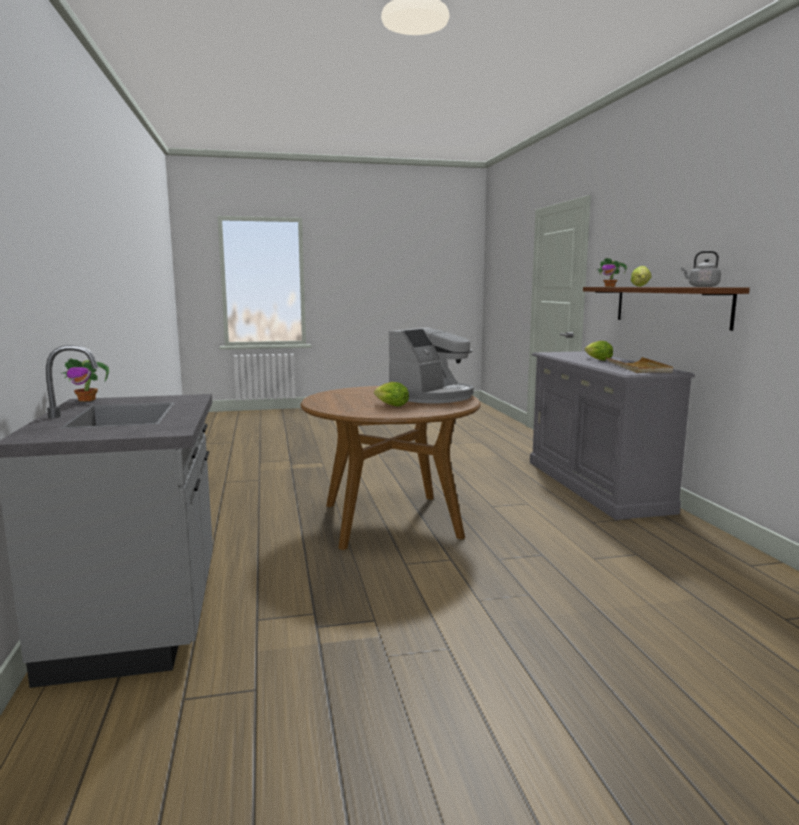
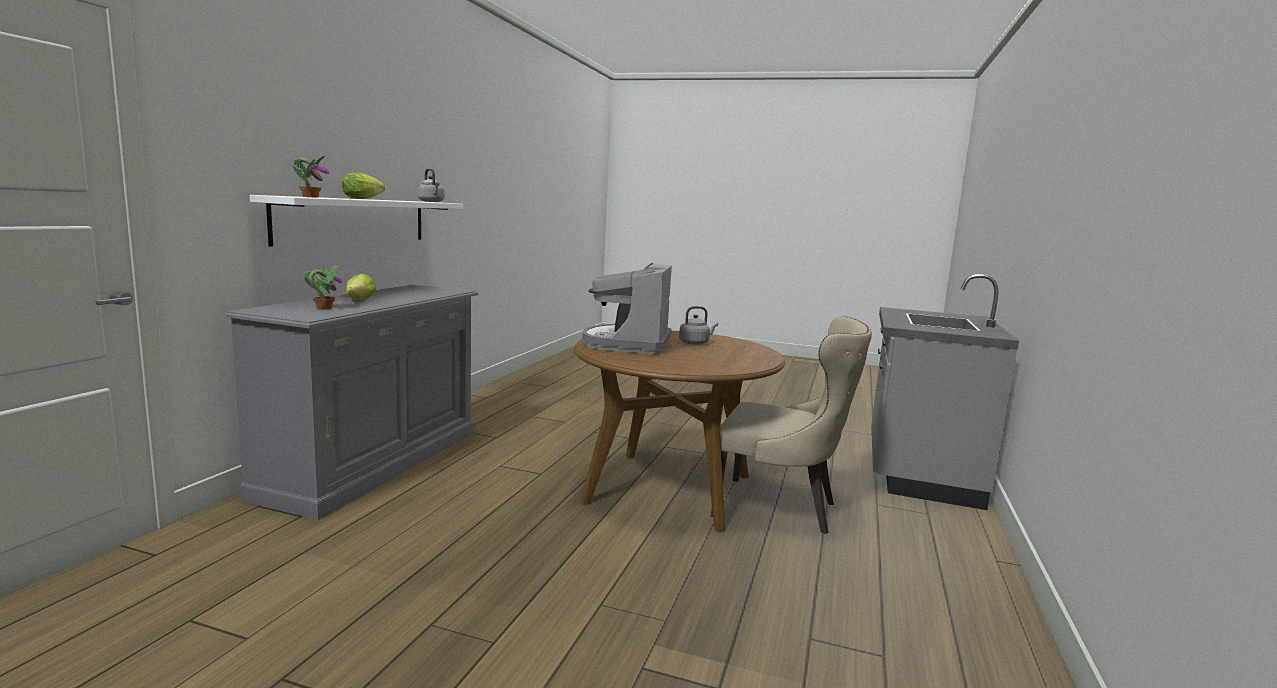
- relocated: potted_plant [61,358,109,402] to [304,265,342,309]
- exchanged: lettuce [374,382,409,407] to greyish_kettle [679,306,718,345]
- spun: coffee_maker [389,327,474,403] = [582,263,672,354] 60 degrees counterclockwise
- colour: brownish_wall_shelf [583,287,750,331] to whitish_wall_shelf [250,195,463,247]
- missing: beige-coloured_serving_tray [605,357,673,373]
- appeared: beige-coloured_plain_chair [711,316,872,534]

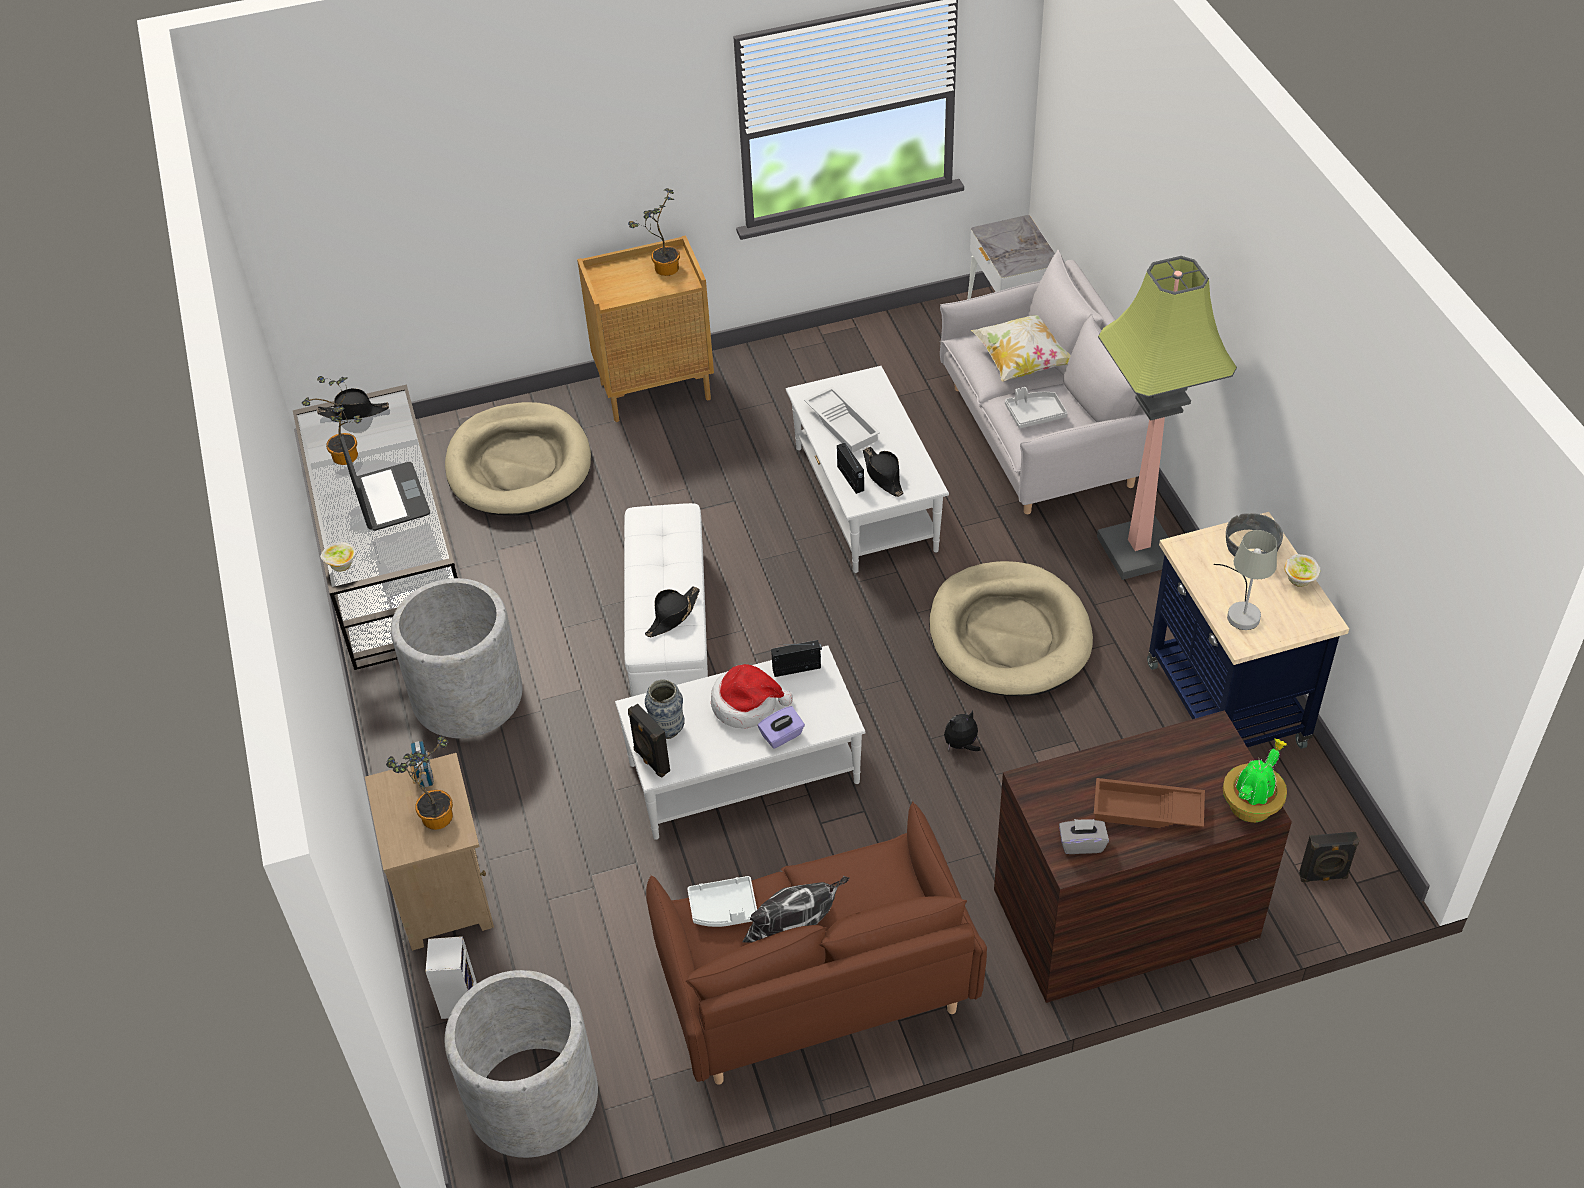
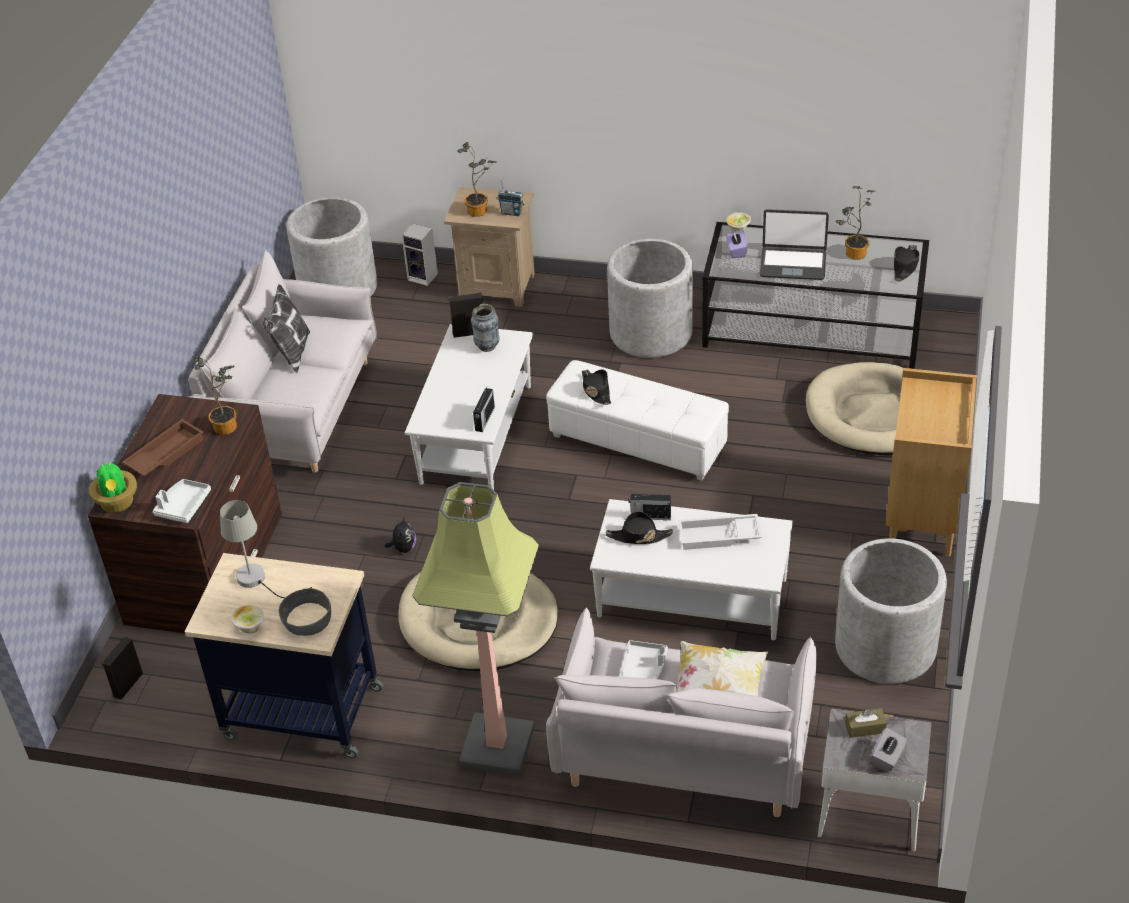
- relocated: potted_plant [628,188,680,276] to [193,355,237,435]
- colour: brownish_settee [646,801,987,1085] to greyish_settee [188,250,377,473]
- relocated: whitish_serving_tray [687,876,757,927] to [153,479,211,523]
- missing: hat [711,664,793,729]
- relocated: purplish_box_of_tissues [758,706,805,749] to [726,230,748,258]
- relocated: greyish_box_of_tissues [1059,819,1109,854] to [871,728,907,771]
- appeared: greyish_planter [835,538,947,684]
- appeared: brownish_box_of_tissues [845,708,887,738]

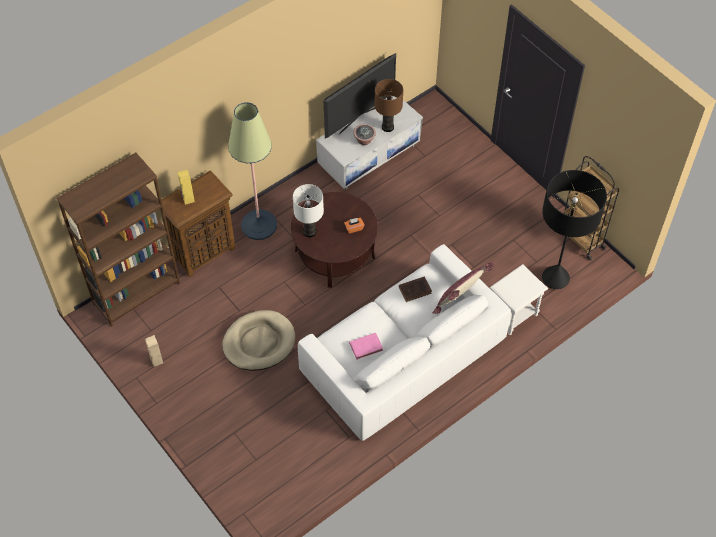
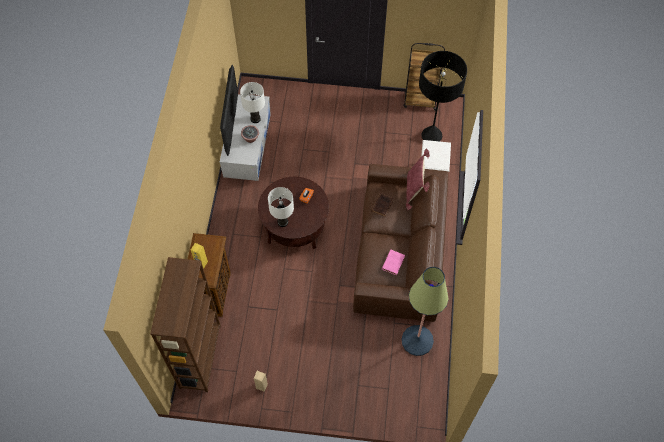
- missing: beige-coloured_pet_bed [222,310,295,371]
- relocated: standing_lamp [228,102,277,240] to [402,267,449,356]
- colour: whitish_settee [298,244,511,441] to brownish_settee [353,164,448,322]
- colour: brownish_table_lamp [375,79,403,132] to whitish_table_lamp [240,82,265,123]

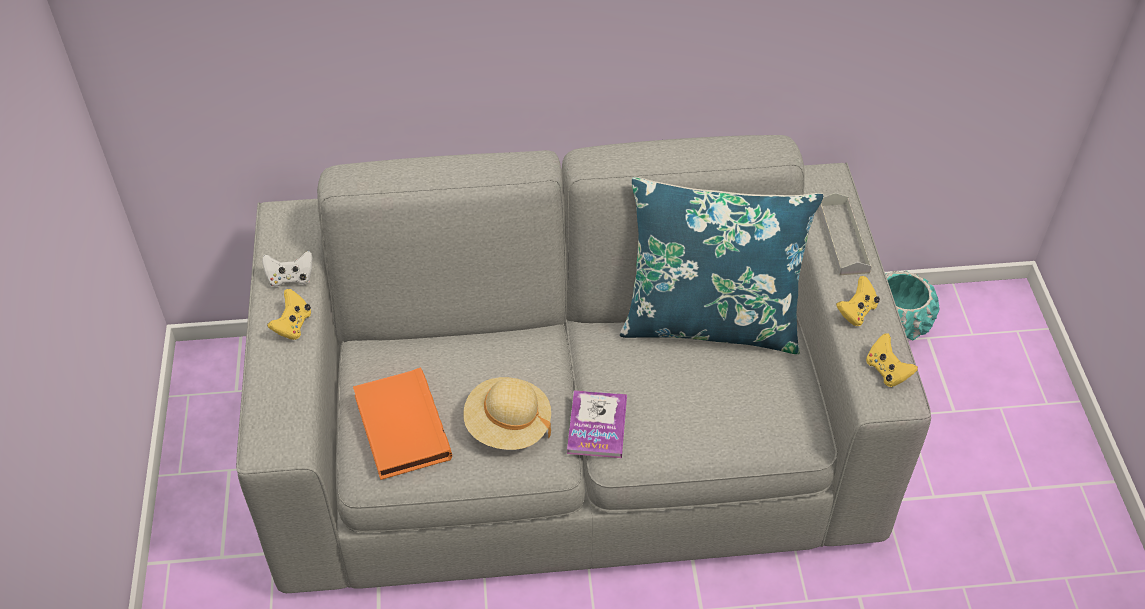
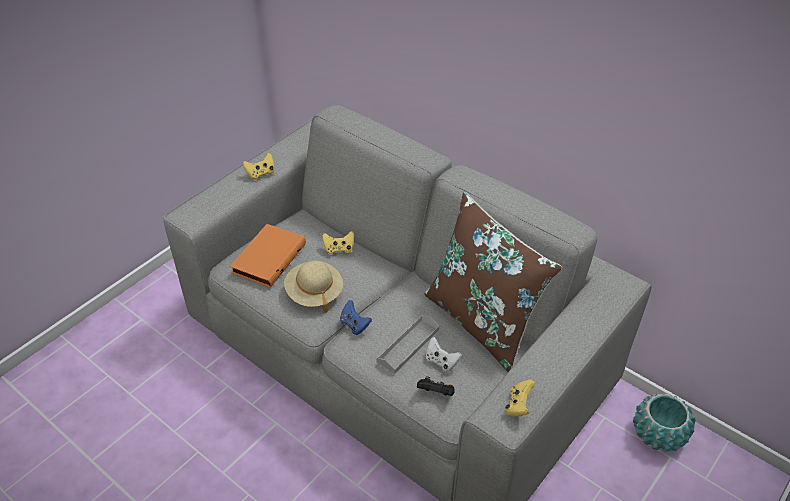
- relocated: whitish_game_controller [262,251,313,287] to [425,337,462,372]
- exchanged: bound_book [567,390,627,458] to blue-coloured_game_controller [340,300,372,335]
- colour: blue-coloured_pillow [620,177,824,354] to brownish_pillow [424,192,562,372]
- relocated: greyish_serving_tray [819,193,872,275] to [377,315,439,374]
- relocated: yellowish_game_controller [836,276,880,326] to [322,231,354,254]
- appeared: black_game_controller [417,376,454,396]

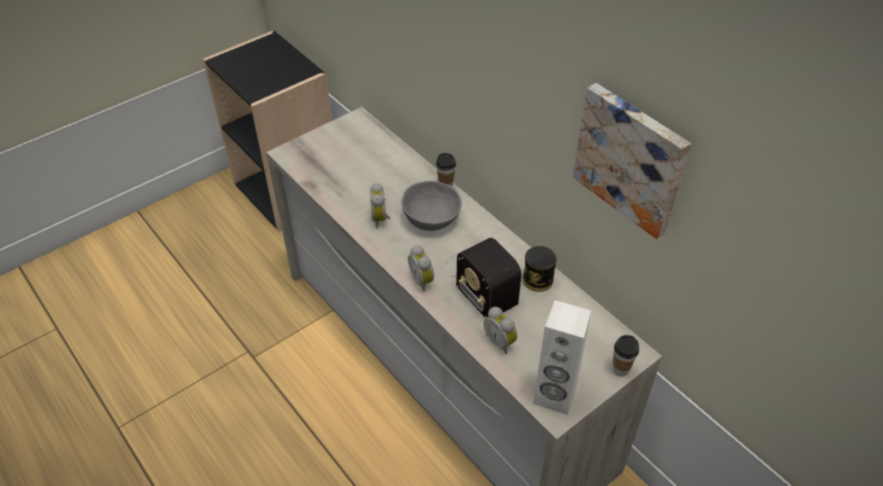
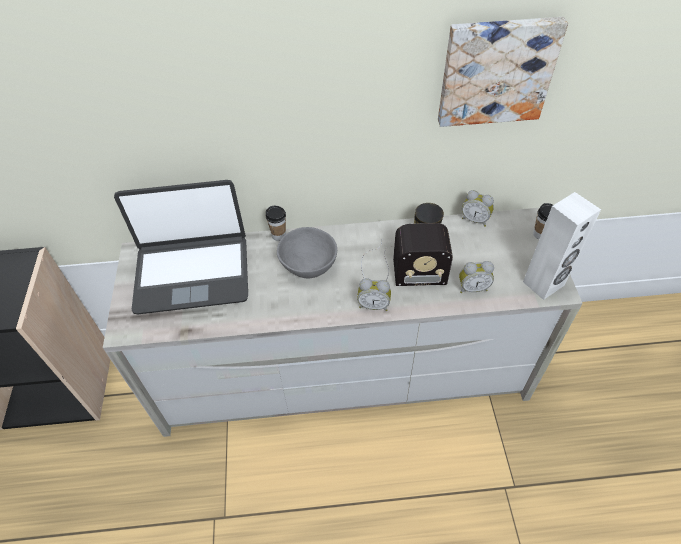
- relocated: table_clock [370,183,390,228] to [462,190,494,227]
- appeared: portable_computer [114,180,248,314]

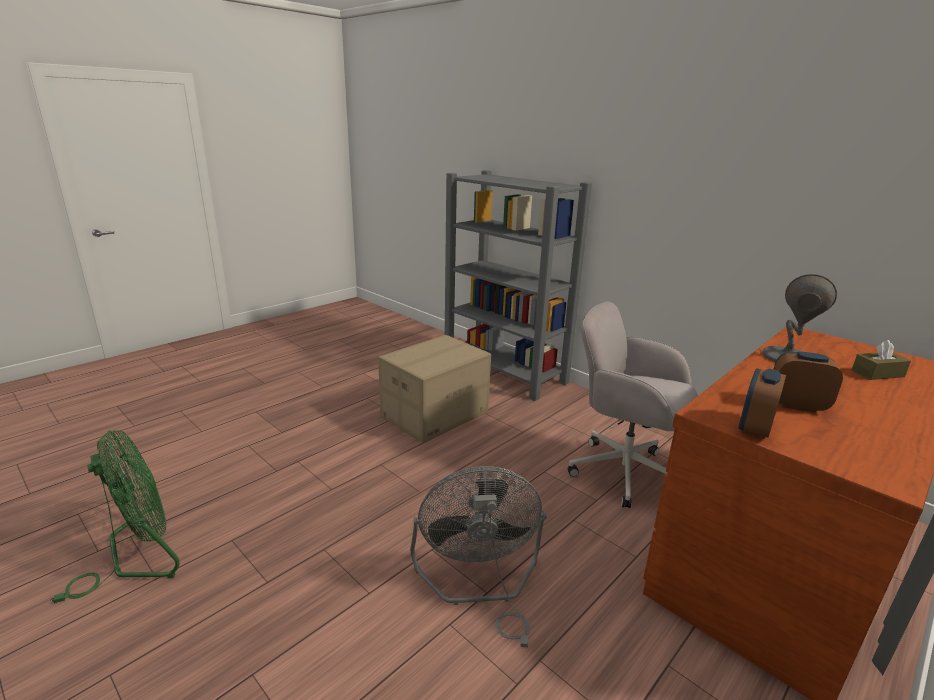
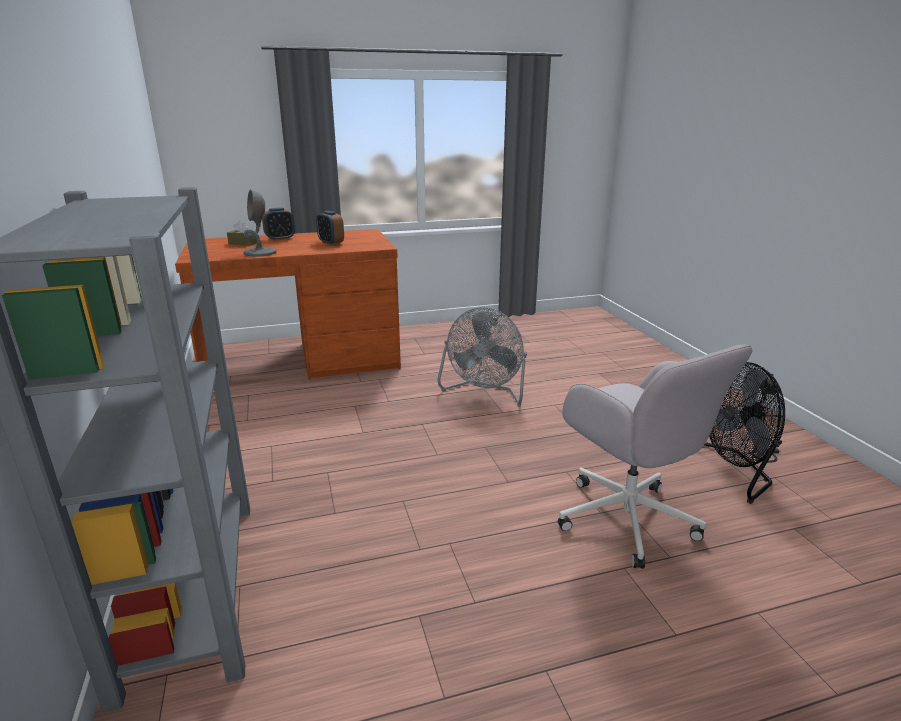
- colour: greenish_cooling_fan [50,430,180,603] to black_cooling_fan [705,362,785,504]
- missing: carton [378,335,491,443]
- relocated: greyish_desk_chair [568,301,698,508] to [558,345,752,569]
- relocated: table_clock [739,369,786,439] to [262,208,295,241]

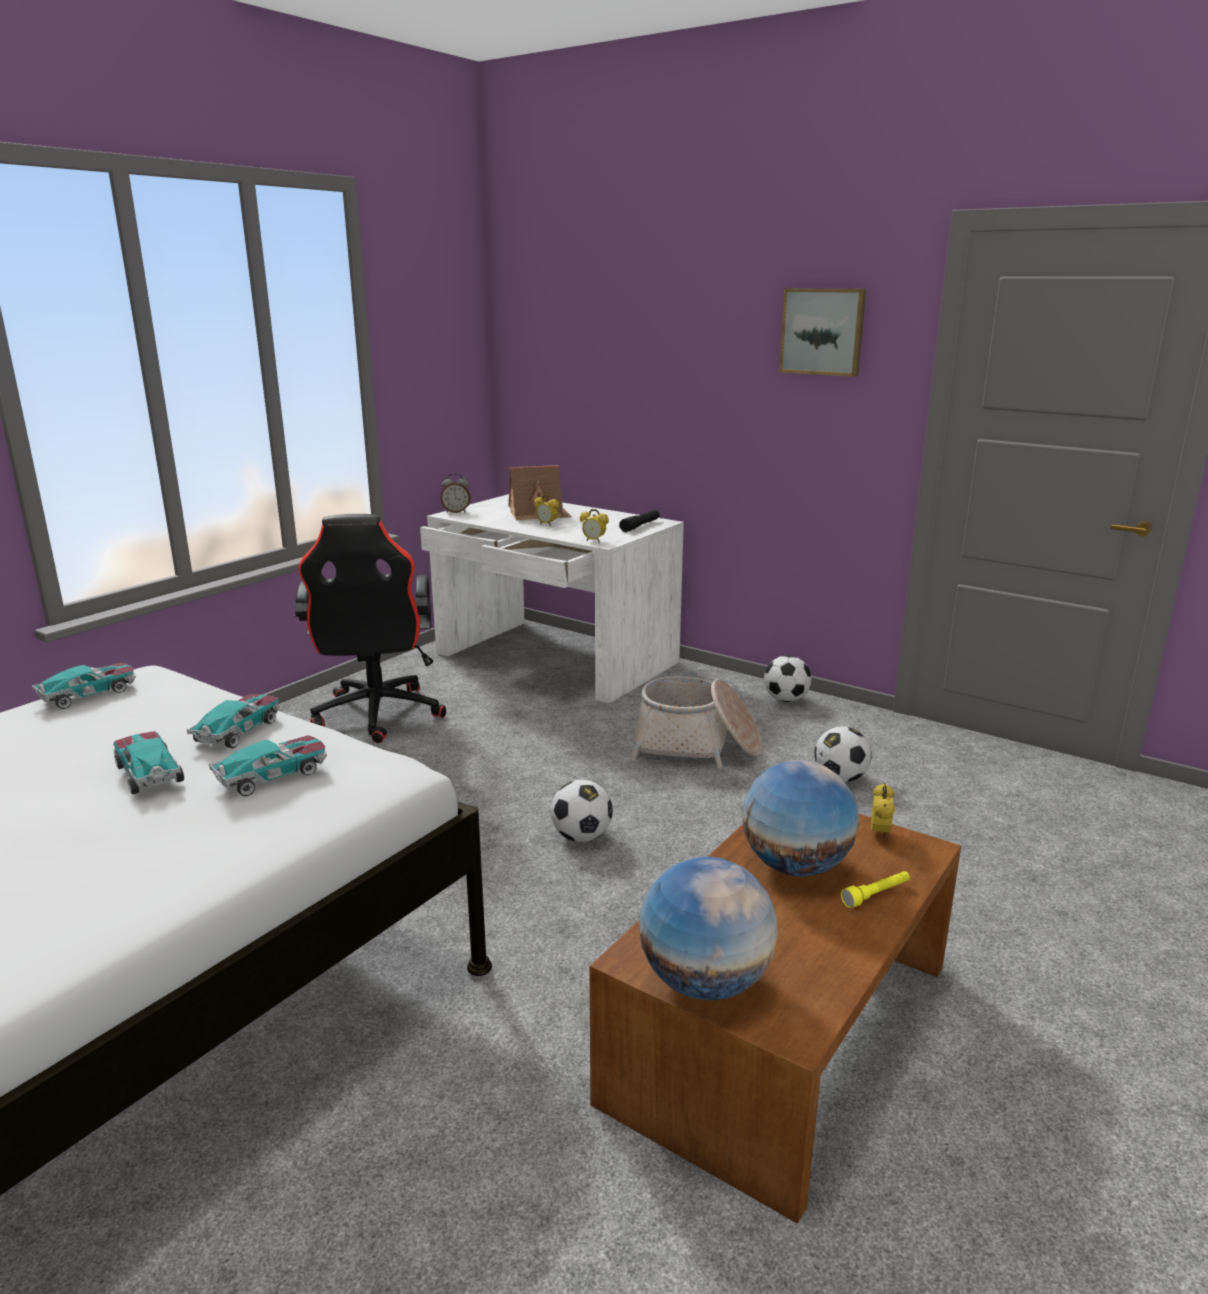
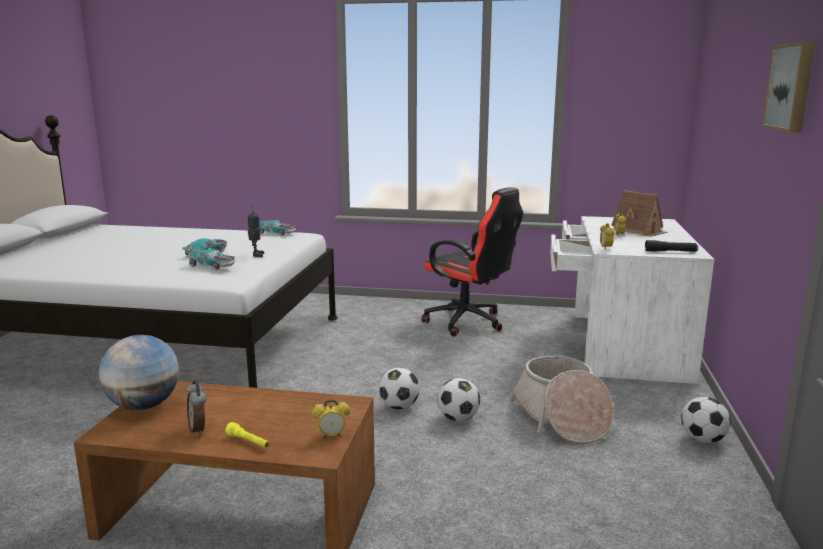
- exchanged: toy_car [187,694,280,748] to robot_figure [248,212,264,257]
- spun: black_desk_chair [295,514,446,743] = [421,187,523,337] 105 degrees counterclockwise
- relocated: table_clock [441,473,471,513] to [186,380,207,436]
- missing: world_globe [742,760,859,877]
- relocated: football_ball [814,727,872,782] to [437,378,480,421]

